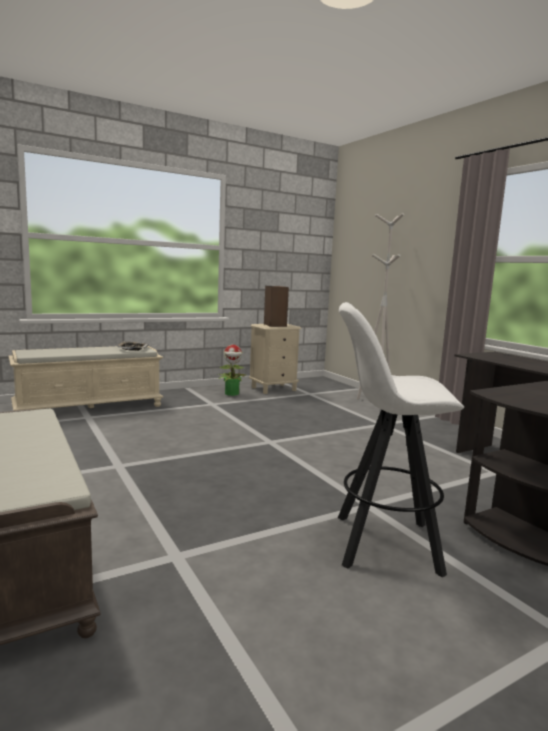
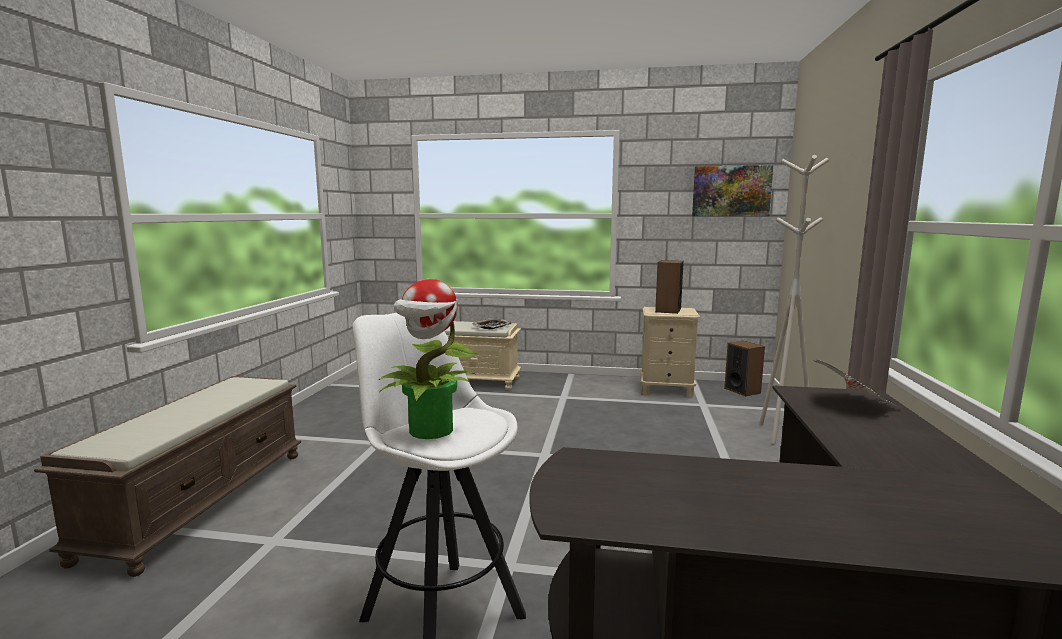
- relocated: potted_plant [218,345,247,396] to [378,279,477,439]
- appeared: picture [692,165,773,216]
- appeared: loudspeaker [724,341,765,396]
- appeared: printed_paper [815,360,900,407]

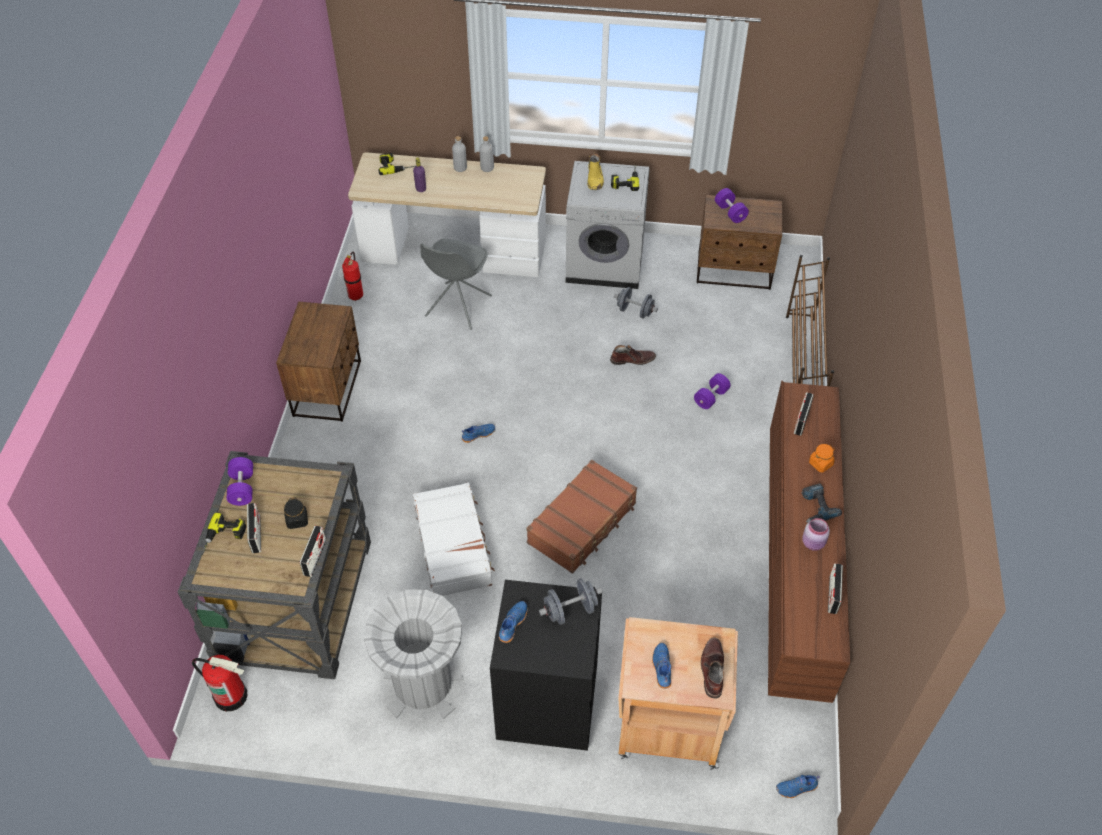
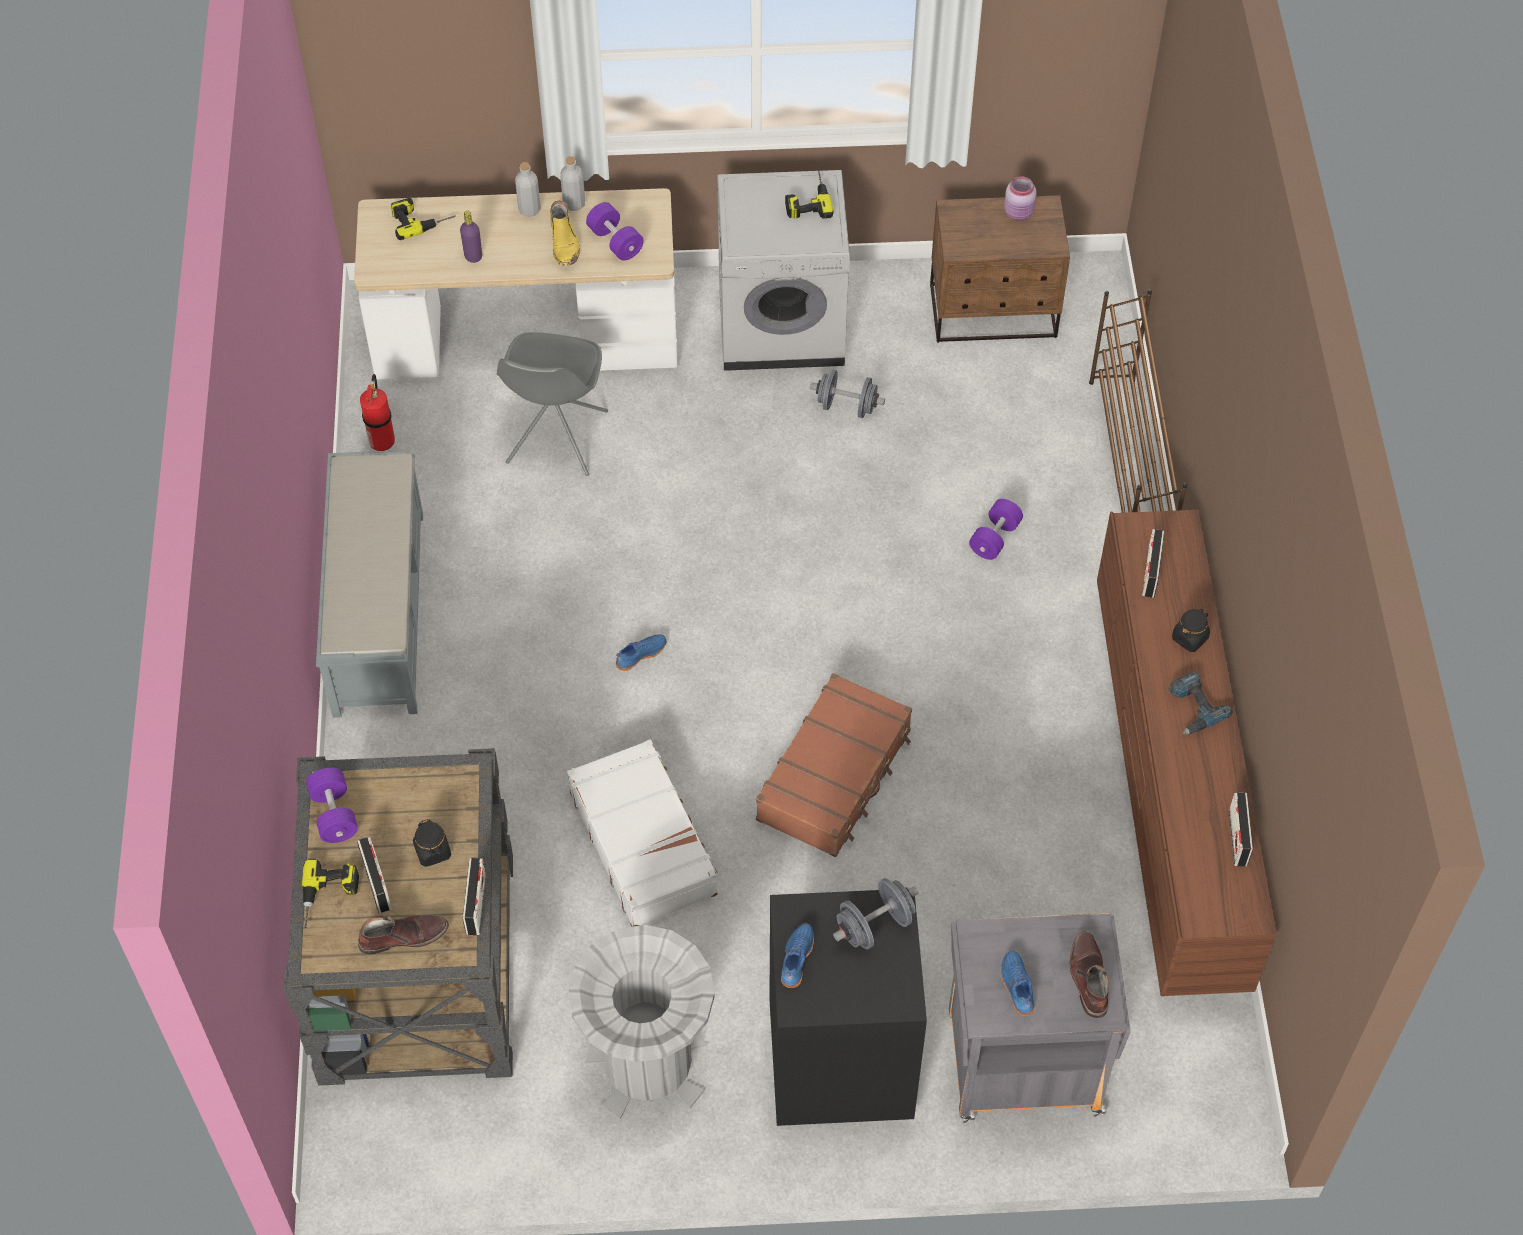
- missing: fire_extinguisher [192,655,248,712]
- exchanged: brownish_bedside_table [276,302,361,422] to greyish_bench [316,452,423,718]
- relocated: yellowish_boot [587,153,604,190] to [550,200,580,266]
- relocated: brownish_boot [610,345,656,365] to [358,915,449,955]
- colour: brownish_cart [618,617,738,770] to greyish_cart [949,913,1131,1123]
- relocated: purplish_hand_weight [715,188,749,223] to [586,202,644,260]
- missing: blue-coloured_low_shoe [776,775,820,798]
- relocated: pinkish_storage_jar [802,518,830,551] to [1004,176,1037,221]
- colour: orange_storage_jar [809,444,835,472] to black_storage_jar [1172,609,1210,652]

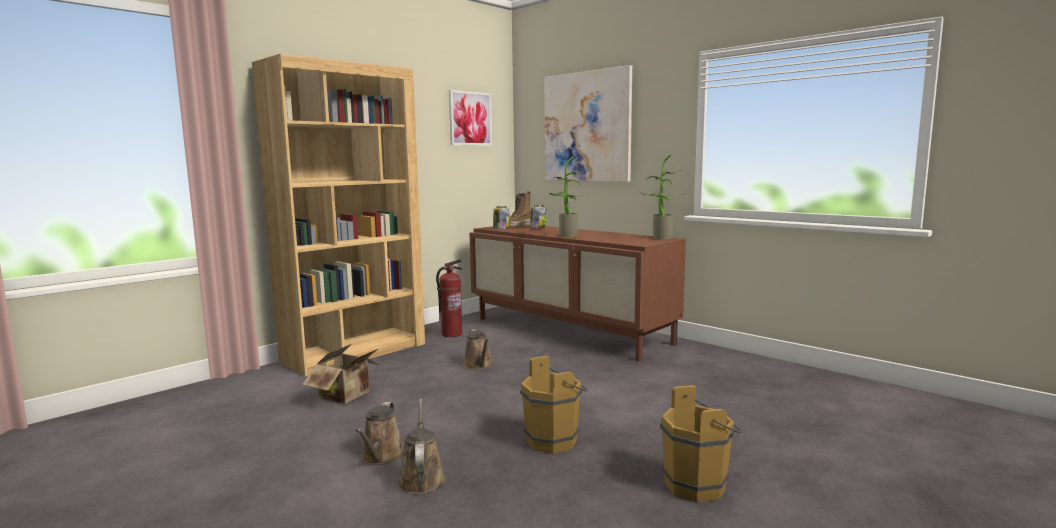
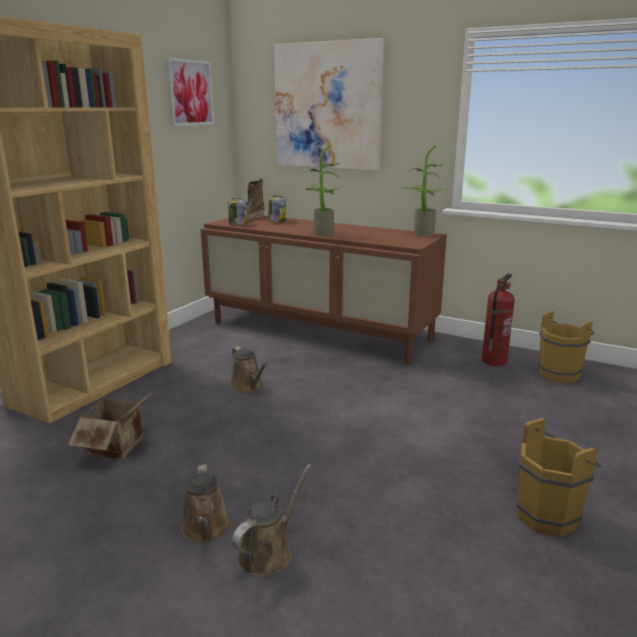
- spun: brownish_watering_pot [397,398,445,494] = [232,464,311,577] 60 degrees clockwise
- relocated: fire_extinguisher [436,259,462,337] to [482,274,515,366]
- relocated: brownish_bucket [520,356,588,454] to [538,310,594,383]

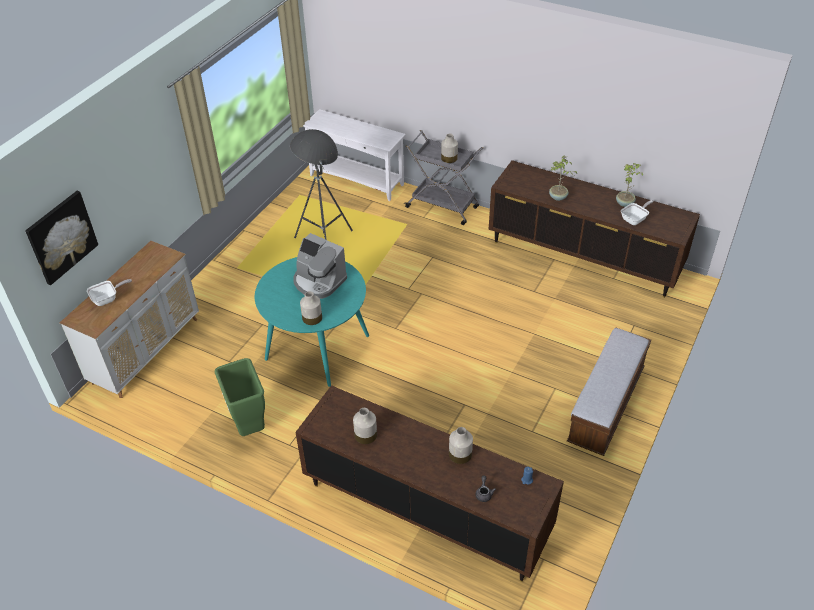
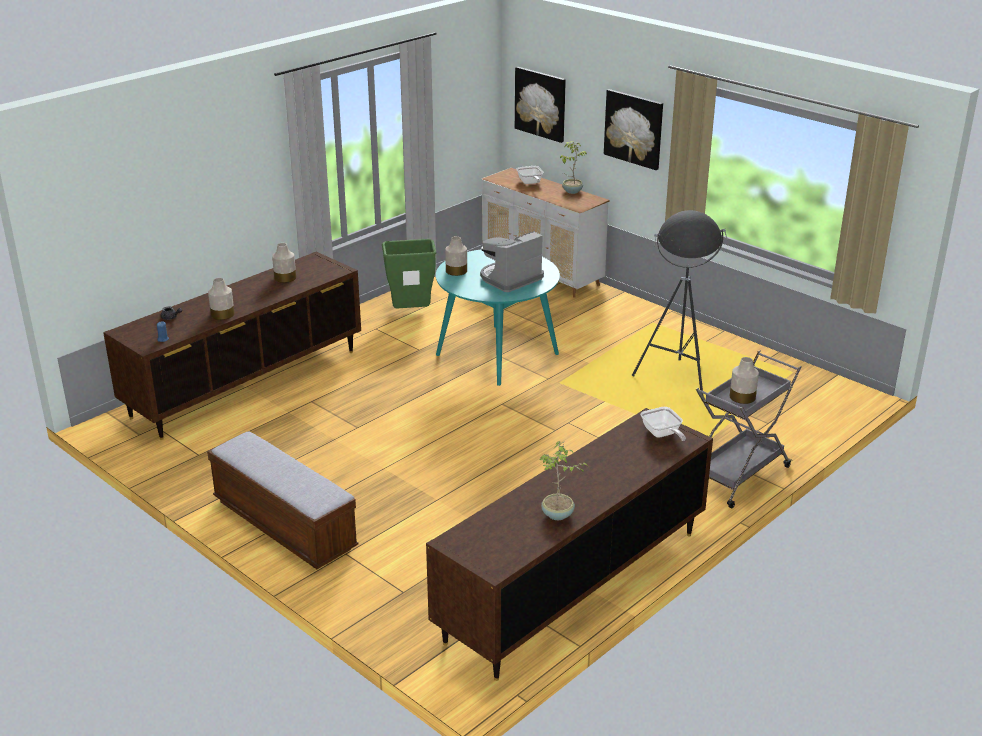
- missing: whitish_narrow_table [303,109,406,201]
- relocated: potted_plant [549,156,577,201] to [560,141,587,194]
- relocated: skillet [621,200,654,225] to [641,407,686,441]
- appeared: picture [604,89,663,170]

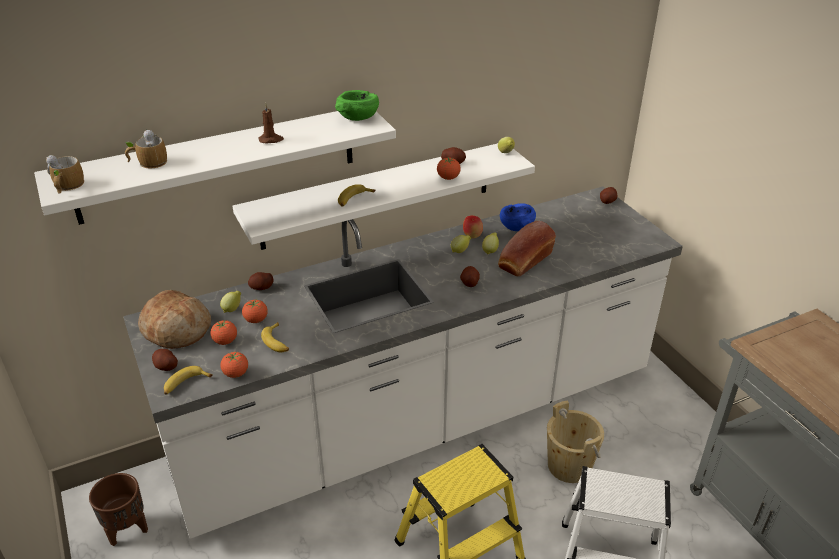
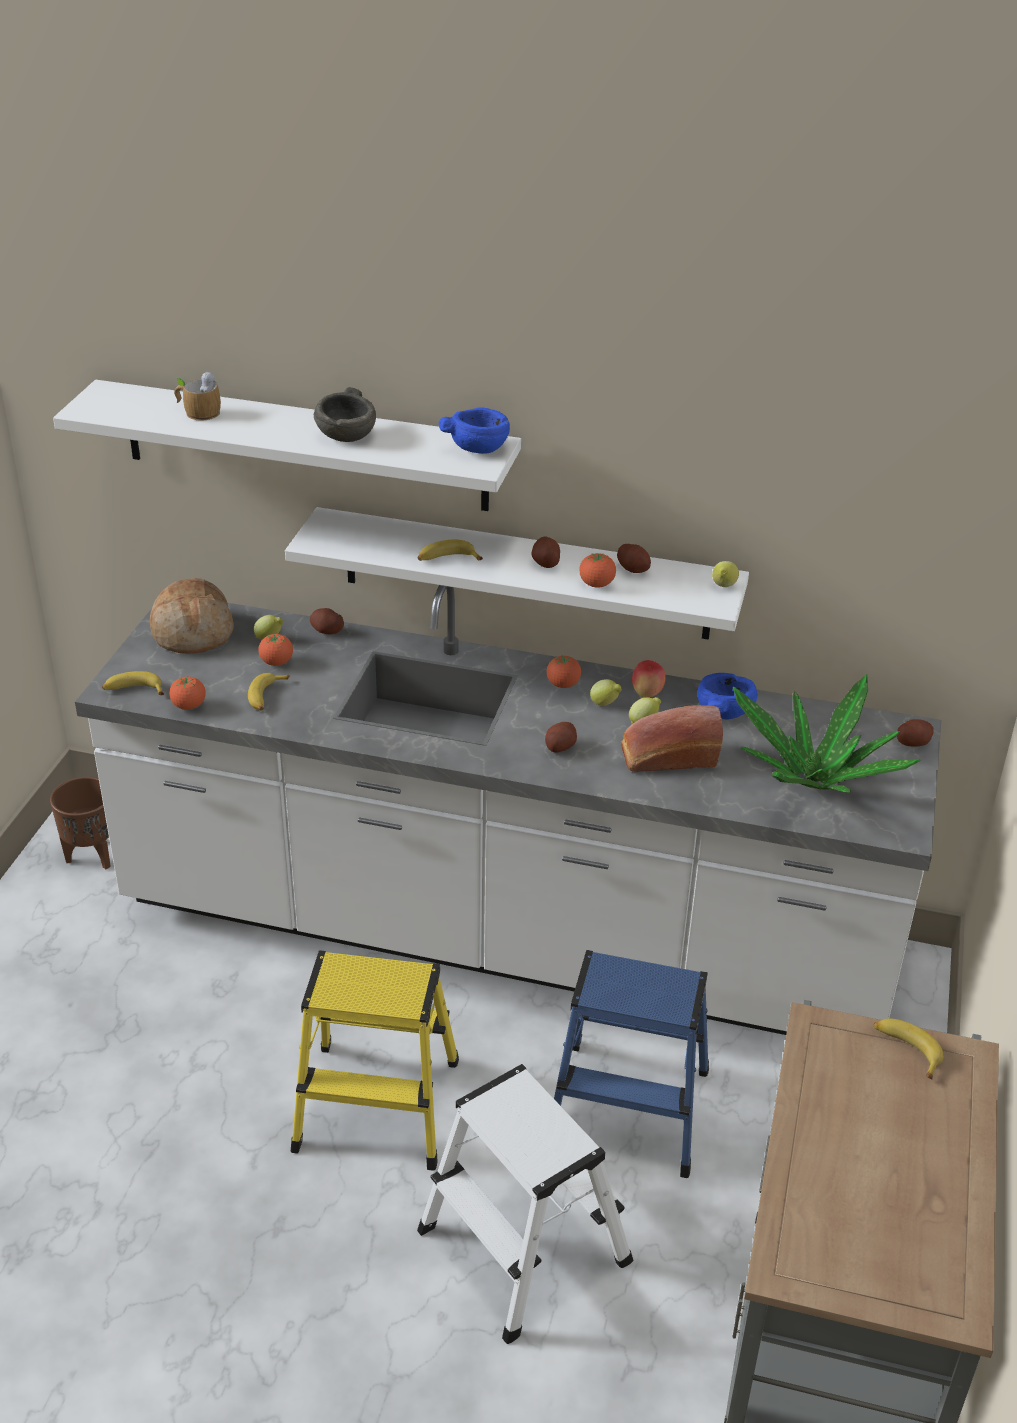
- missing: tea_mug [46,155,84,193]
- relocated: potato [152,349,178,371] to [531,537,560,568]
- relocated: tomato [211,320,237,345] to [547,656,581,688]
- exchanged: brownish_wax_light [259,103,284,144] to greyish_bowl [314,387,376,442]
- colour: greenish_bowl [335,90,379,121] to blue-coloured_bowl [439,407,510,454]
- exchanged: beige-coloured_bucket [547,400,604,483] to blue-coloured_step_ladder [554,950,709,1178]
- appeared: potted_plant [733,674,921,793]
- appeared: banana_fruit [874,1019,944,1079]

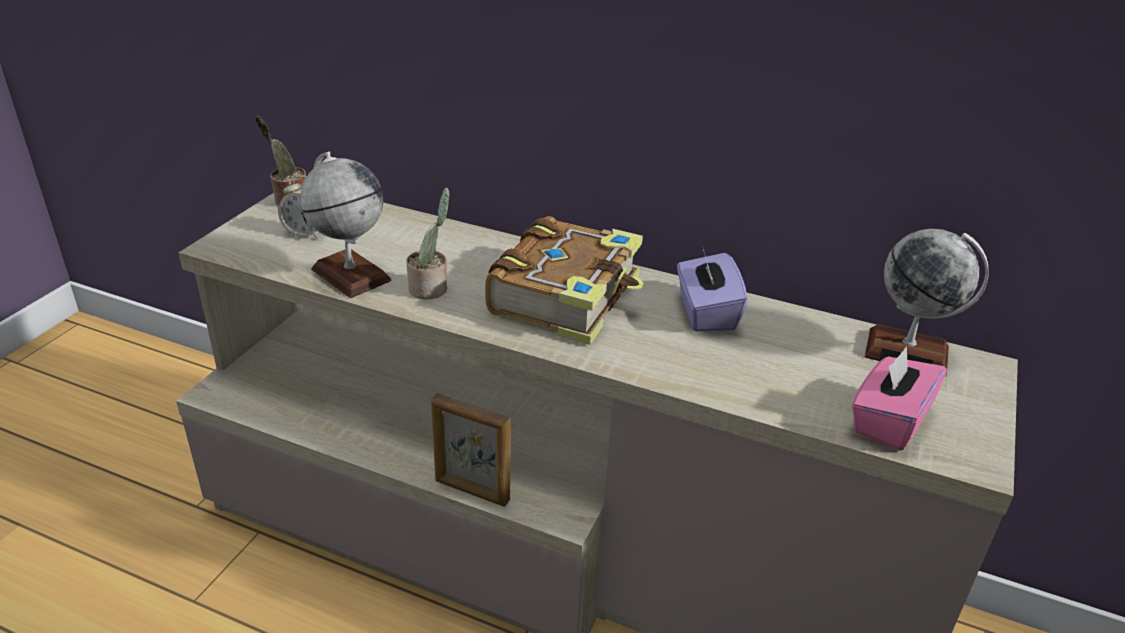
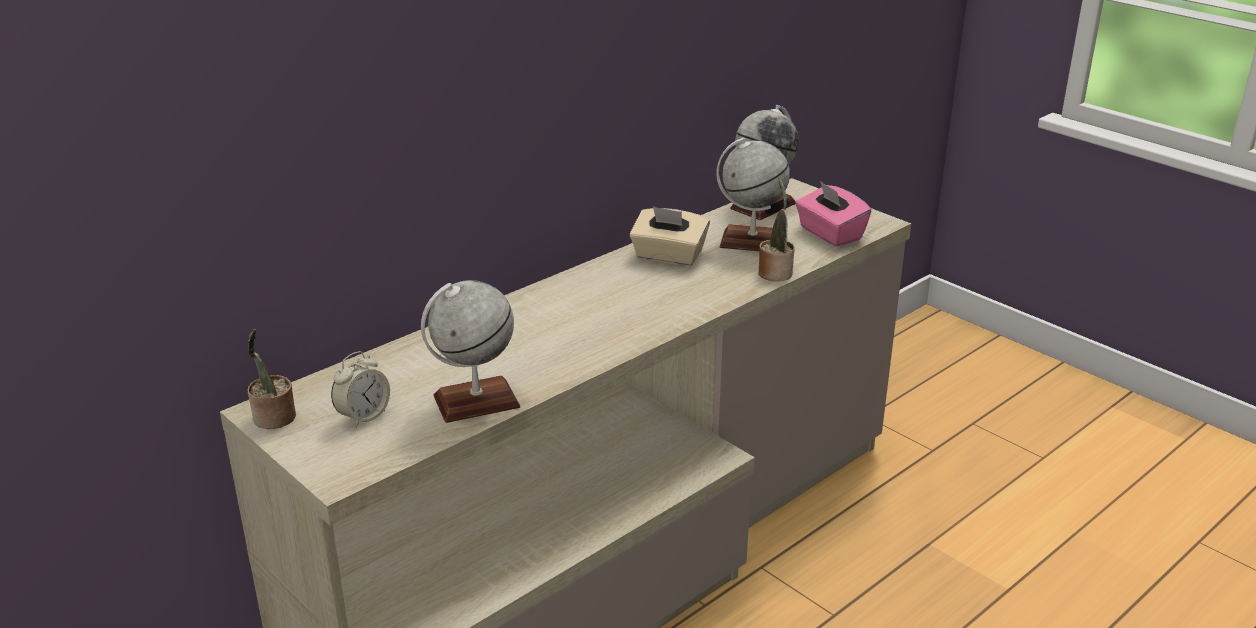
- relocated: potted_plant [406,188,450,299] to [759,177,794,281]
- missing: standing_frame [431,393,511,506]
- missing: bound_book [485,216,643,345]
- colour: purplish_box_of_tissues [677,249,748,332] to beige-coloured_box_of_tissues [630,206,710,266]
- appeared: world_globe [716,138,790,251]

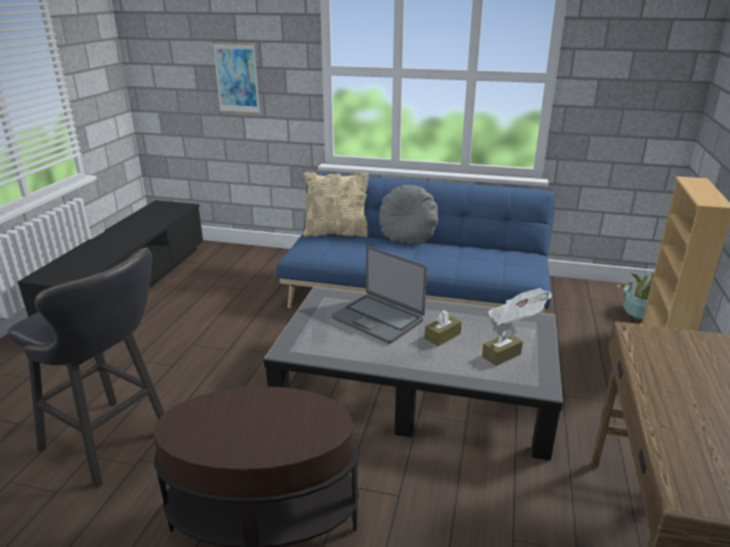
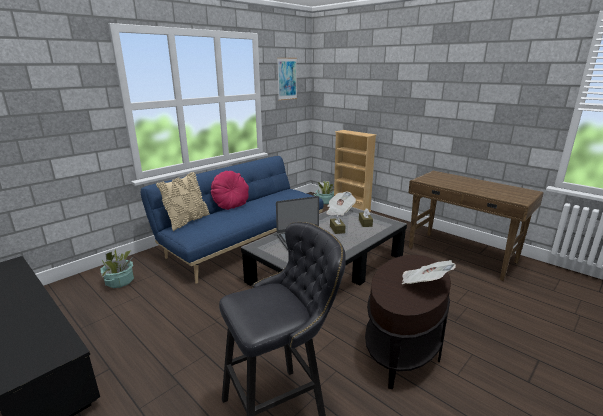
- relocated: picture [213,42,260,114] to [277,58,297,100]
- colour: greyish_pillow [379,185,438,244] to pinkish_pillow [211,171,249,210]
- appeared: potted_plant [101,249,134,288]
- appeared: printed_paper [401,260,456,284]

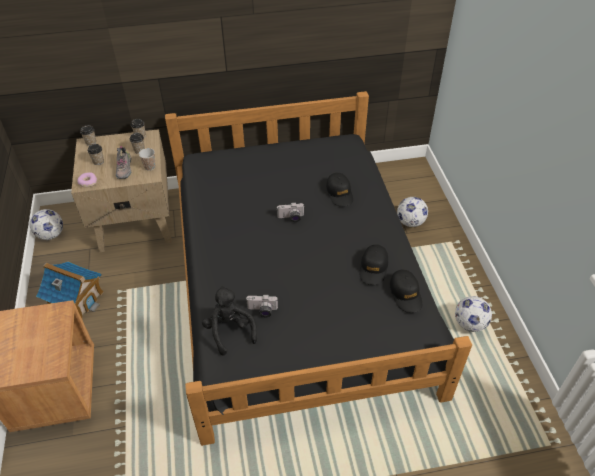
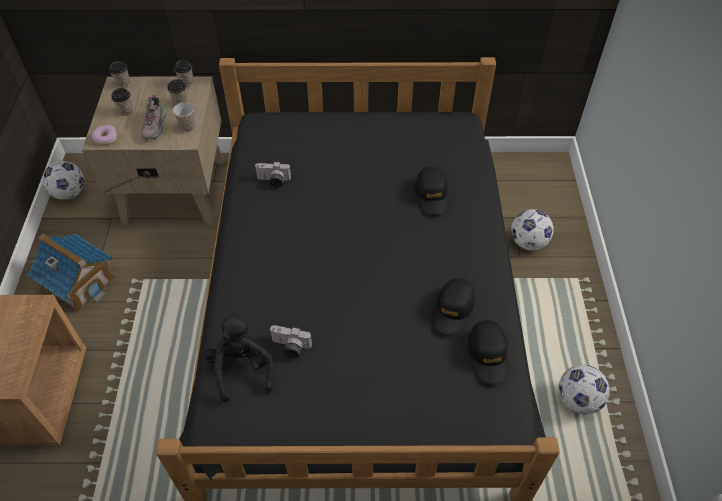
- relocated: photo_camera [277,202,305,222] to [254,161,291,187]

